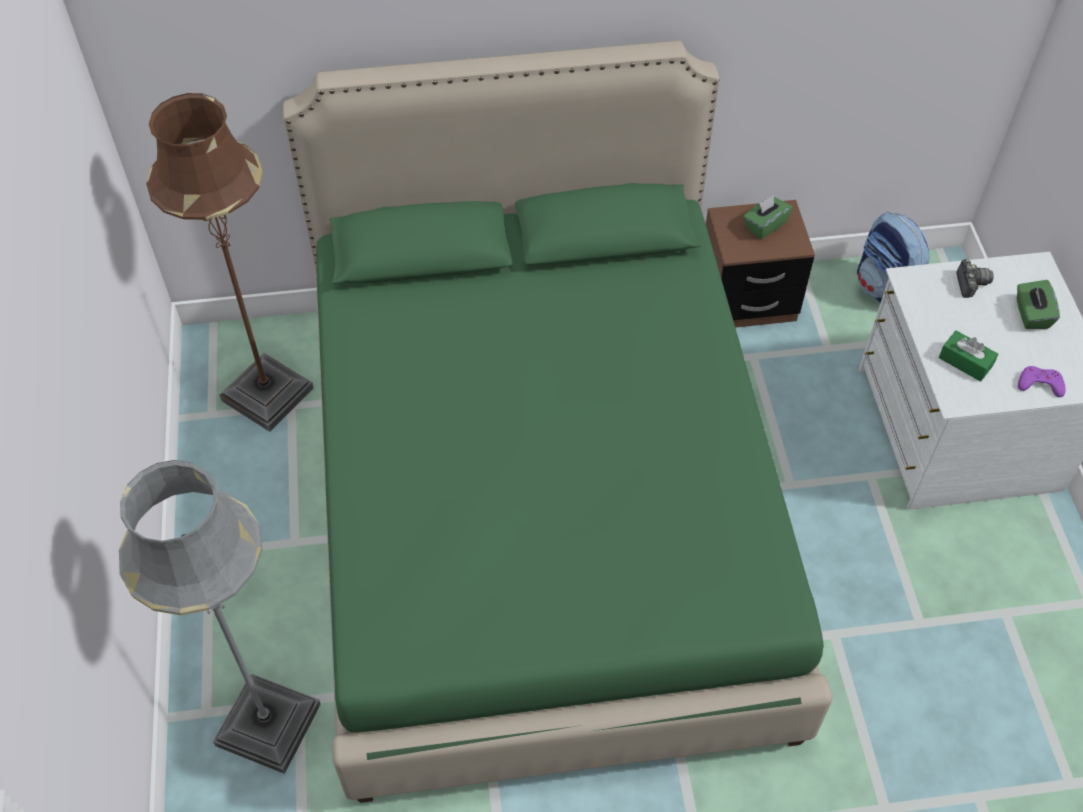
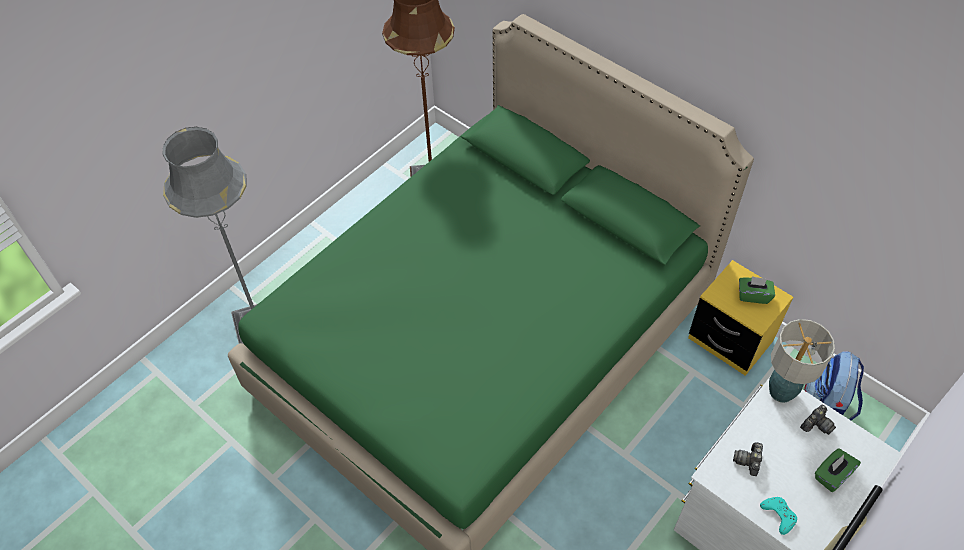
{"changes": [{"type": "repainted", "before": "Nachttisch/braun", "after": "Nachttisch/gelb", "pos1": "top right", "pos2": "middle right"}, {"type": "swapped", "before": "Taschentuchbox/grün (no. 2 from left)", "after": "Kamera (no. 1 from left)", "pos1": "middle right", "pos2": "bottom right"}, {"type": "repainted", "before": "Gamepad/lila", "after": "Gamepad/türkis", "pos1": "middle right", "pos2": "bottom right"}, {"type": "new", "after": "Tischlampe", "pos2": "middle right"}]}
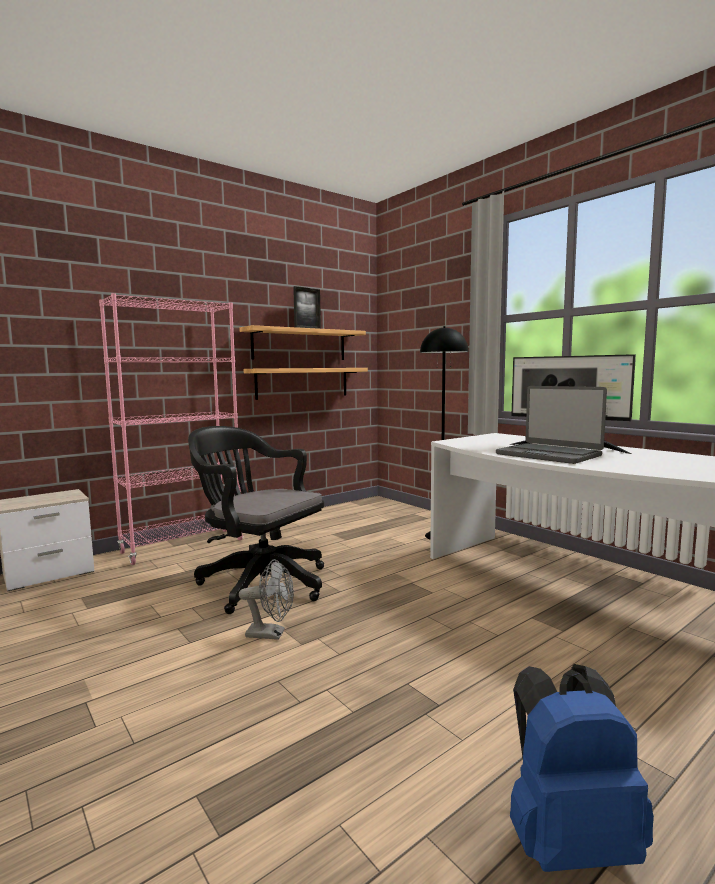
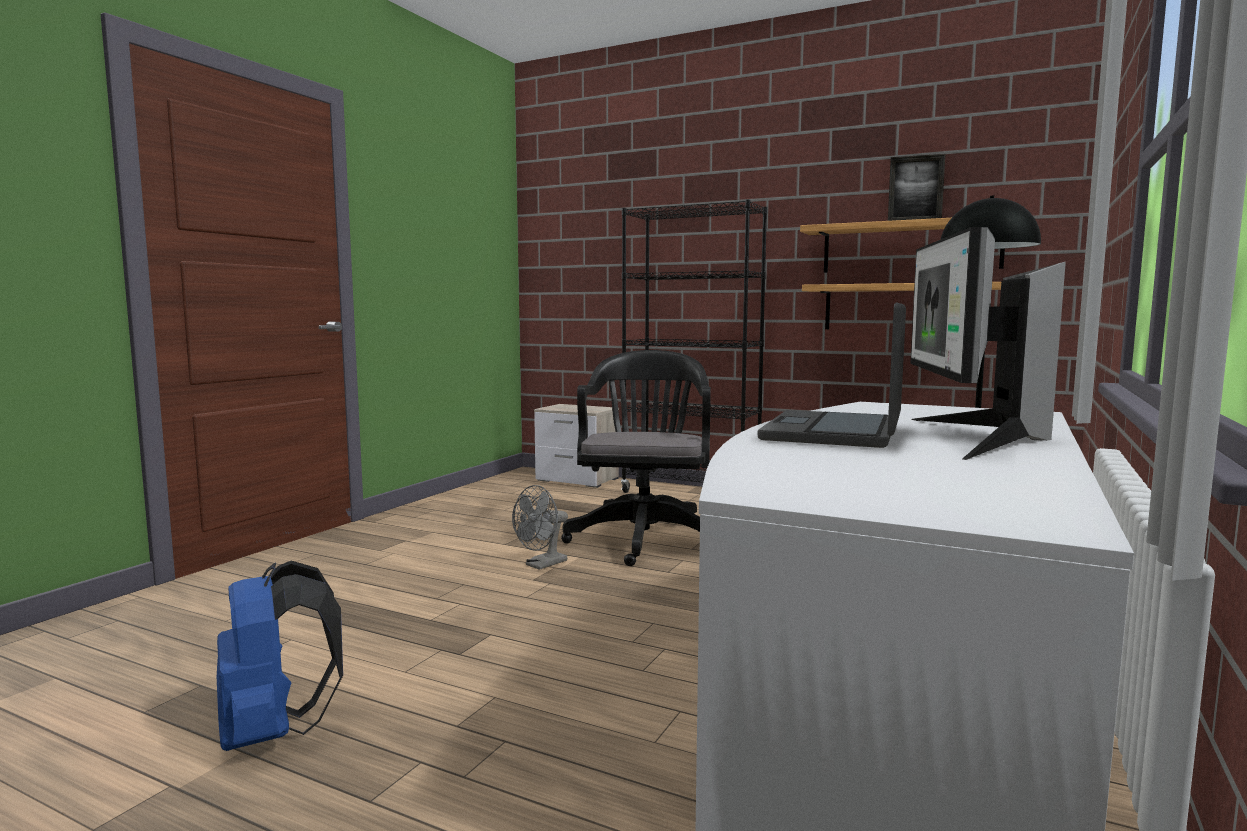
{"changes": [{"type": "repainted", "before": "Bücherregal/rosa", "after": "Bücherregal/schwarz", "pos1": "middle left", "pos2": "centre"}, {"type": "rotated", "before": "Ventilator/grau", "pos1": "bottom centre", "pos2": "centre", "turn": 60}]}
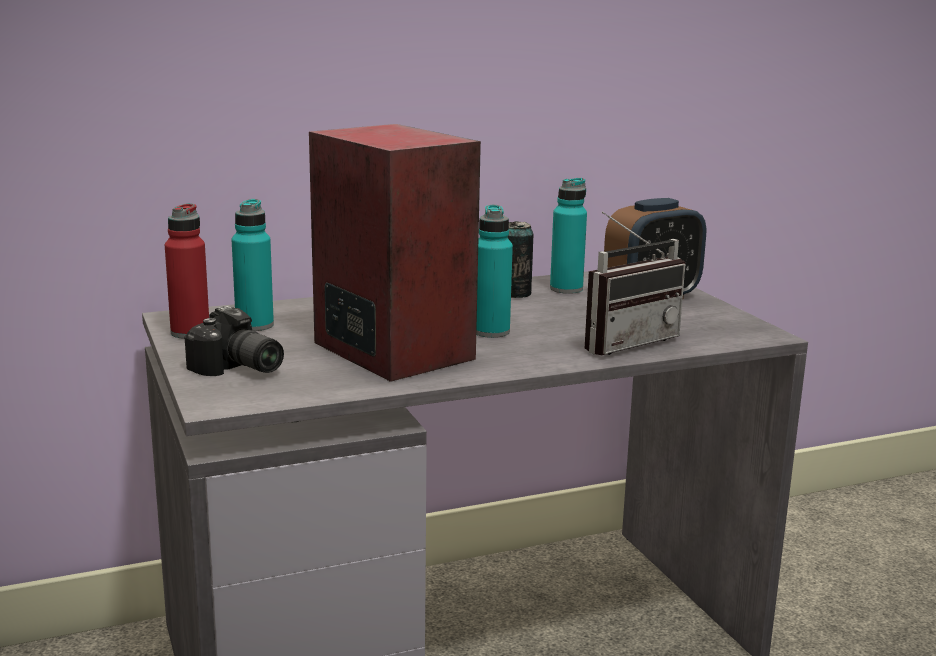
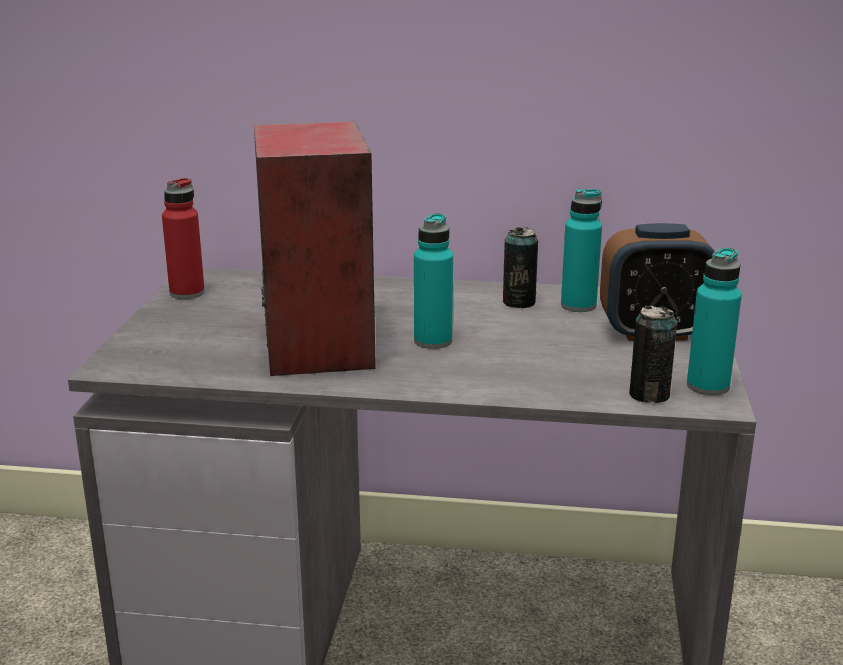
{"changes": [{"type": "shifted", "before": "Flasche/türkis (no. 1 from left in the first image)", "after": "Flasche/türkis (no. 3 from left)", "pos1": "middle left", "pos2": "middle right"}, {"type": "gone", "before": "Radio", "pos1": "middle right"}, {"type": "gone", "before": "Kamera", "pos1": "middle left"}, {"type": "new", "after": "Dose (no. 2 from left)", "pos2": "middle right"}]}
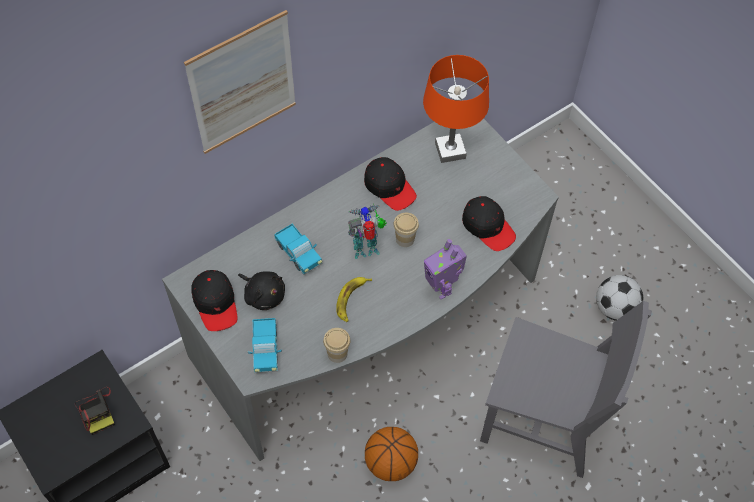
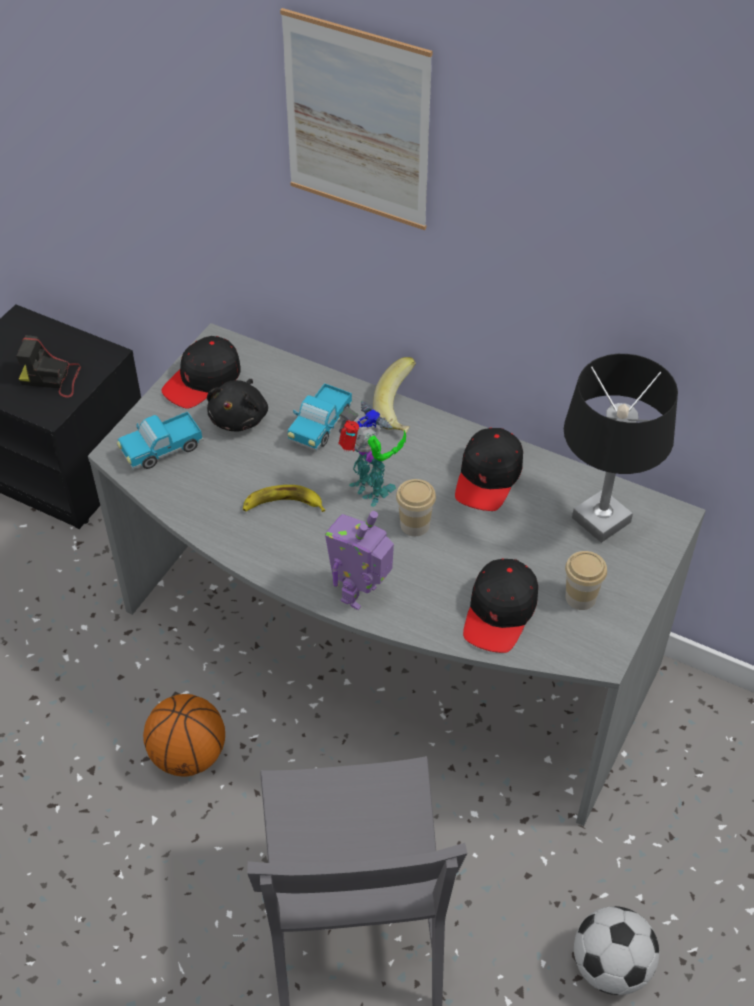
{"changes": [{"type": "repainted", "before": "Tischlampe/orange", "after": "Tischlampe/schwarz", "pos1": "top centre", "pos2": "middle right"}, {"type": "shifted", "before": "Tasse (no. 1 from left in the first image)", "after": "Tasse (no. 2 from left)", "pos1": "bottom centre", "pos2": "middle right"}, {"type": "rotated", "before": "Kamera", "pos1": "bottom left", "pos2": "middle left", "turn": 60}, {"type": "new", "after": "Banane (no. 2 from left)", "pos2": "centre"}]}
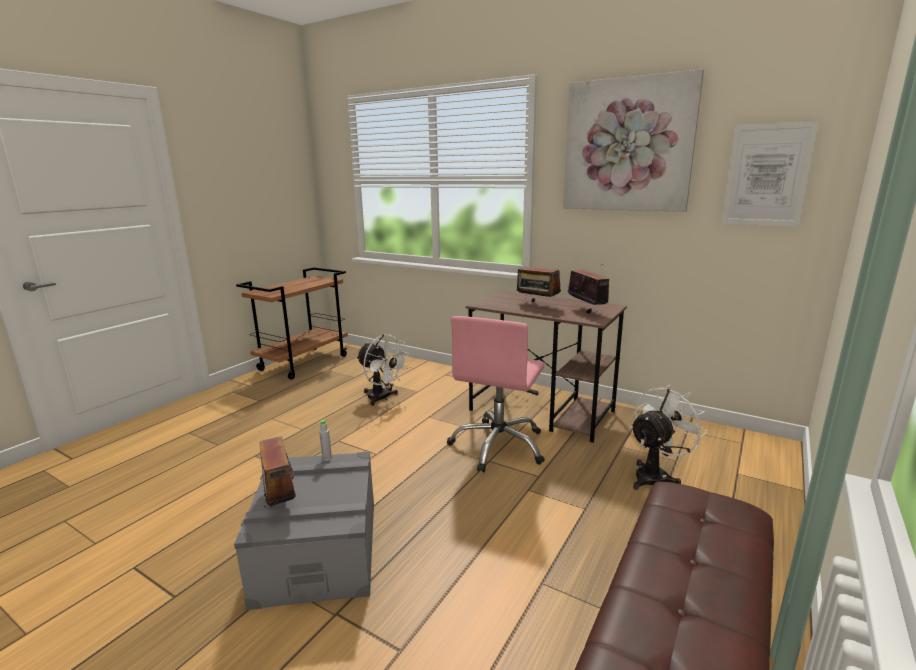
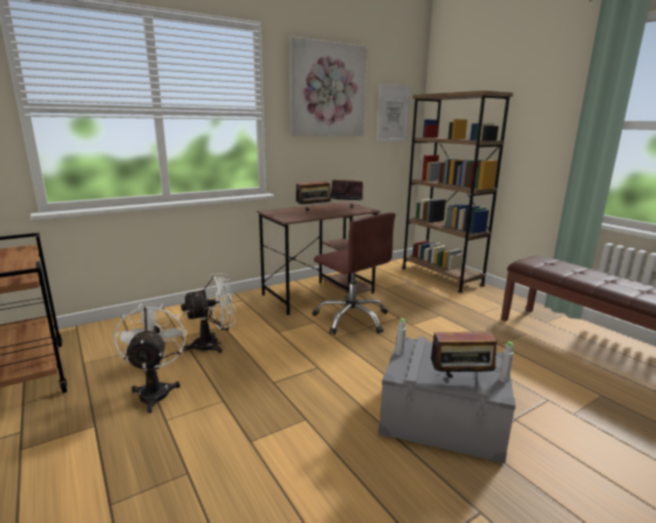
{"changes": [{"type": "repainted", "before": "Bürostuhl/rosa", "after": "Bürostuhl/braun", "pos1": "centre", "pos2": "centre"}, {"type": "shifted", "before": "Ventilator/weiß (no. 2 from left in the first image)", "after": "Ventilator/weiß (no. 1 from left)", "pos1": "middle right", "pos2": "bottom left"}, {"type": "new", "after": "Bücherregal/braun", "pos2": "middle right"}, {"type": "new", "after": "Flasche/grau (no. 2 from left)", "pos2": "bottom right"}]}
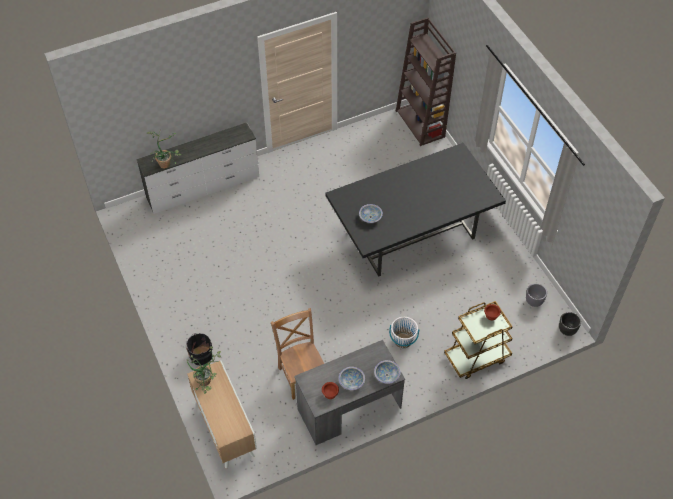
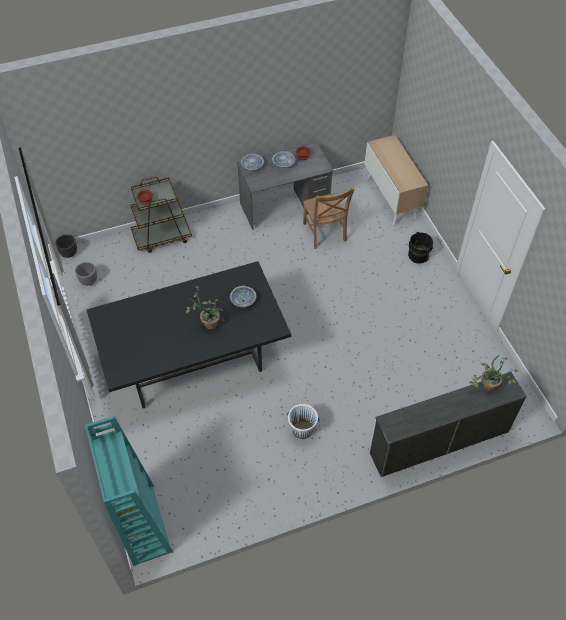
{"changes": [{"type": "repainted", "before": "Bücherregal/braun", "after": "Bücherregal/türkis", "pos1": "top centre", "pos2": "bottom left"}, {"type": "shifted", "before": "Eimer/weiß", "pos1": "centre", "pos2": "bottom centre"}, {"type": "shifted", "before": "Topfpflanze (no. 2 from left in the first image)", "after": "Topfpflanze (no. 1 from left)", "pos1": "bottom left", "pos2": "centre"}]}
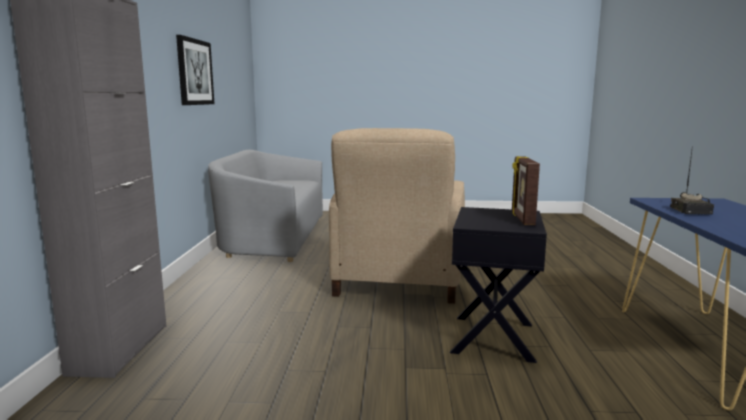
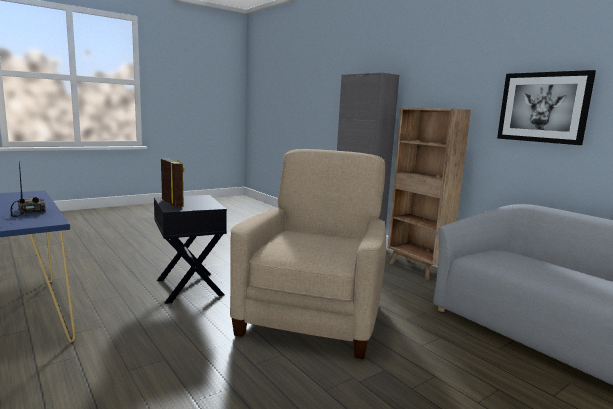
{"changes": [{"type": "rotated", "before": "Sessel/beige", "pos1": "centre", "pos2": "centre", "turn": 45}, {"type": "new", "after": "Bücherregal/braun", "pos2": "middle right"}]}
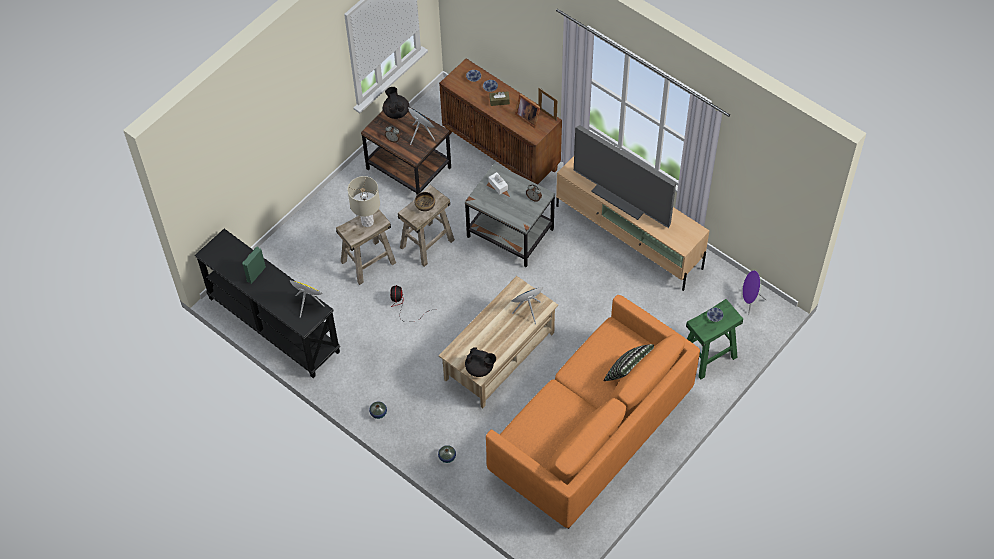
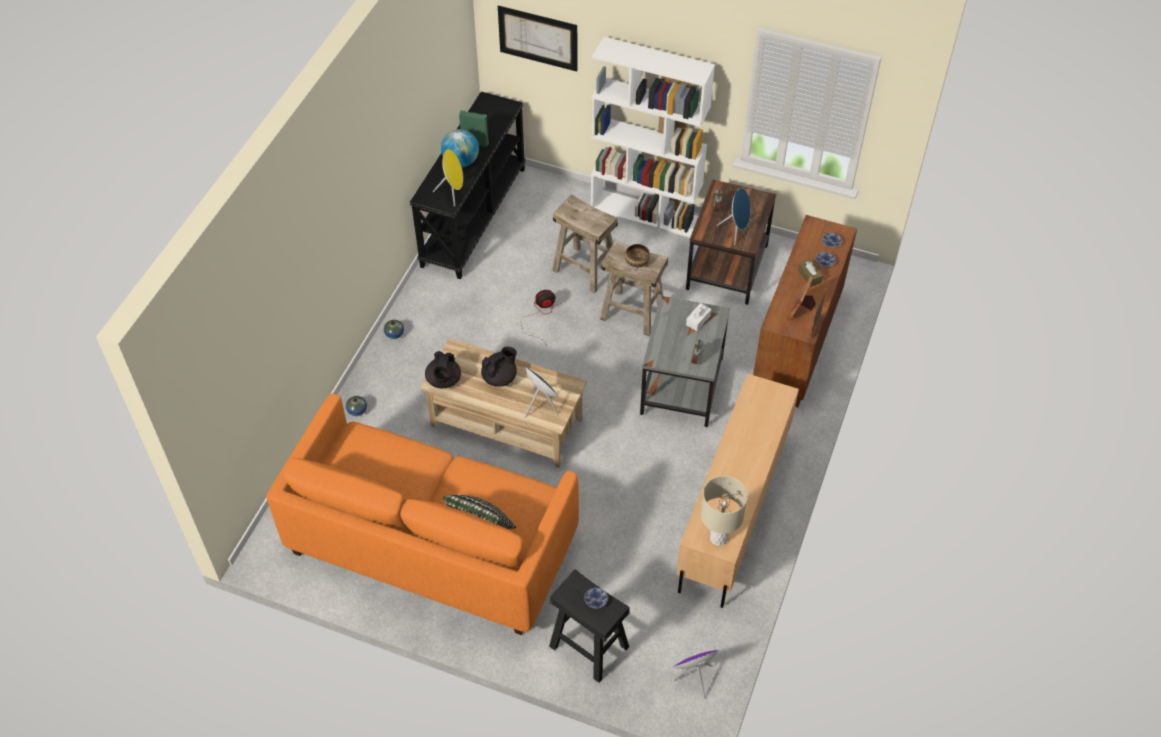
{"changes": [{"type": "shifted", "before": "Teekanne/schwarz (no. 1 from left in the first image)", "after": "Teekanne/schwarz (no. 2 from left)", "pos1": "top centre", "pos2": "centre"}, {"type": "gone", "before": "Fernseher", "pos1": "top centre"}, {"type": "shifted", "before": "Tischlampe/beige", "pos1": "centre", "pos2": "bottom centre"}, {"type": "repainted", "before": "Hocker/grün", "after": "Hocker/schwarz", "pos1": "middle right", "pos2": "bottom centre"}, {"type": "new", "after": "Bild", "pos2": "top centre"}, {"type": "new", "after": "Bücherregal/weiß", "pos2": "top centre"}, {"type": "new", "after": "Globus", "pos2": "top centre"}]}
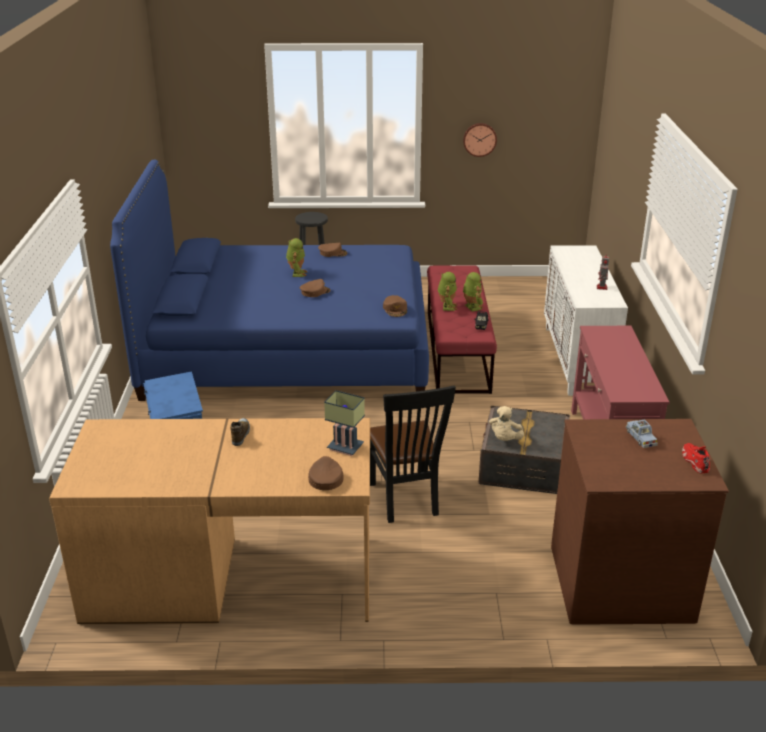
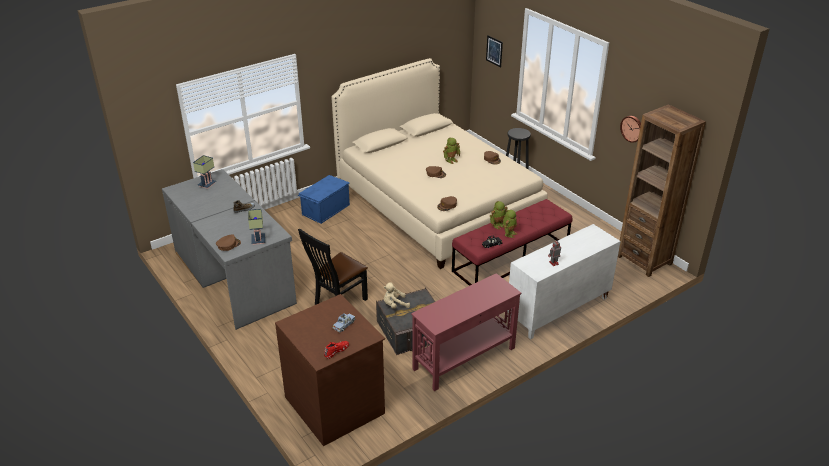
{"changes": [{"type": "repainted", "before": "Bett/blau", "after": "Bett/beige", "pos1": "centre", "pos2": "centre"}, {"type": "repainted", "before": "Schreibtisch/braun", "after": "Schreibtisch/grau", "pos1": "bottom left", "pos2": "middle left"}, {"type": "new", "after": "Bild", "pos2": "top centre"}, {"type": "new", "after": "Bücherregal/braun", "pos2": "middle right"}, {"type": "new", "after": "Tischlampe (no. 1 from left)", "pos2": "middle left"}]}
